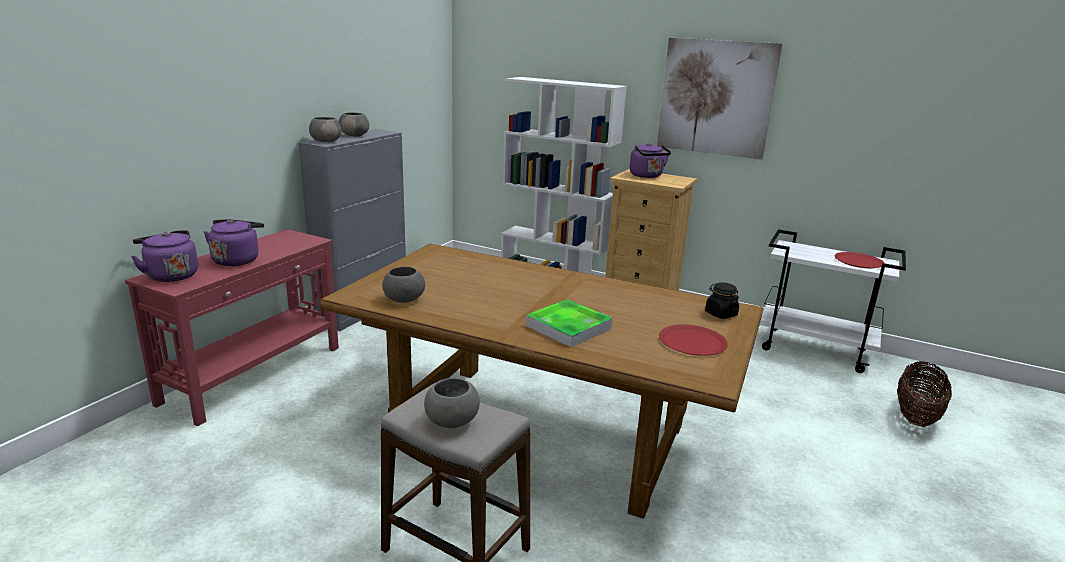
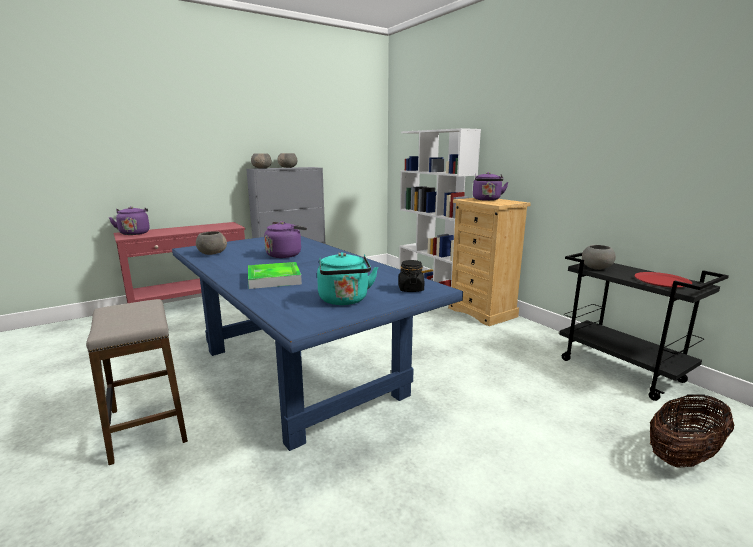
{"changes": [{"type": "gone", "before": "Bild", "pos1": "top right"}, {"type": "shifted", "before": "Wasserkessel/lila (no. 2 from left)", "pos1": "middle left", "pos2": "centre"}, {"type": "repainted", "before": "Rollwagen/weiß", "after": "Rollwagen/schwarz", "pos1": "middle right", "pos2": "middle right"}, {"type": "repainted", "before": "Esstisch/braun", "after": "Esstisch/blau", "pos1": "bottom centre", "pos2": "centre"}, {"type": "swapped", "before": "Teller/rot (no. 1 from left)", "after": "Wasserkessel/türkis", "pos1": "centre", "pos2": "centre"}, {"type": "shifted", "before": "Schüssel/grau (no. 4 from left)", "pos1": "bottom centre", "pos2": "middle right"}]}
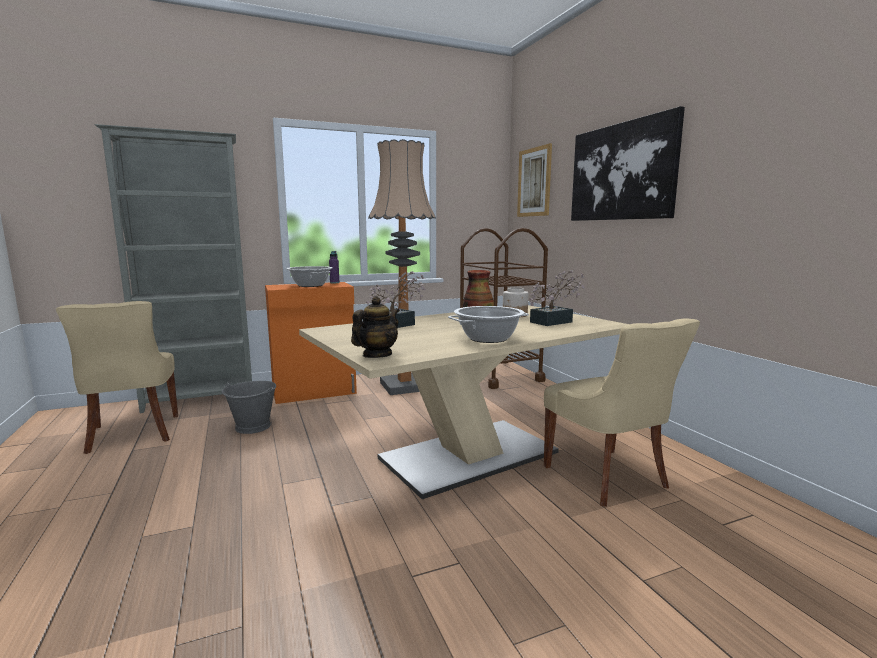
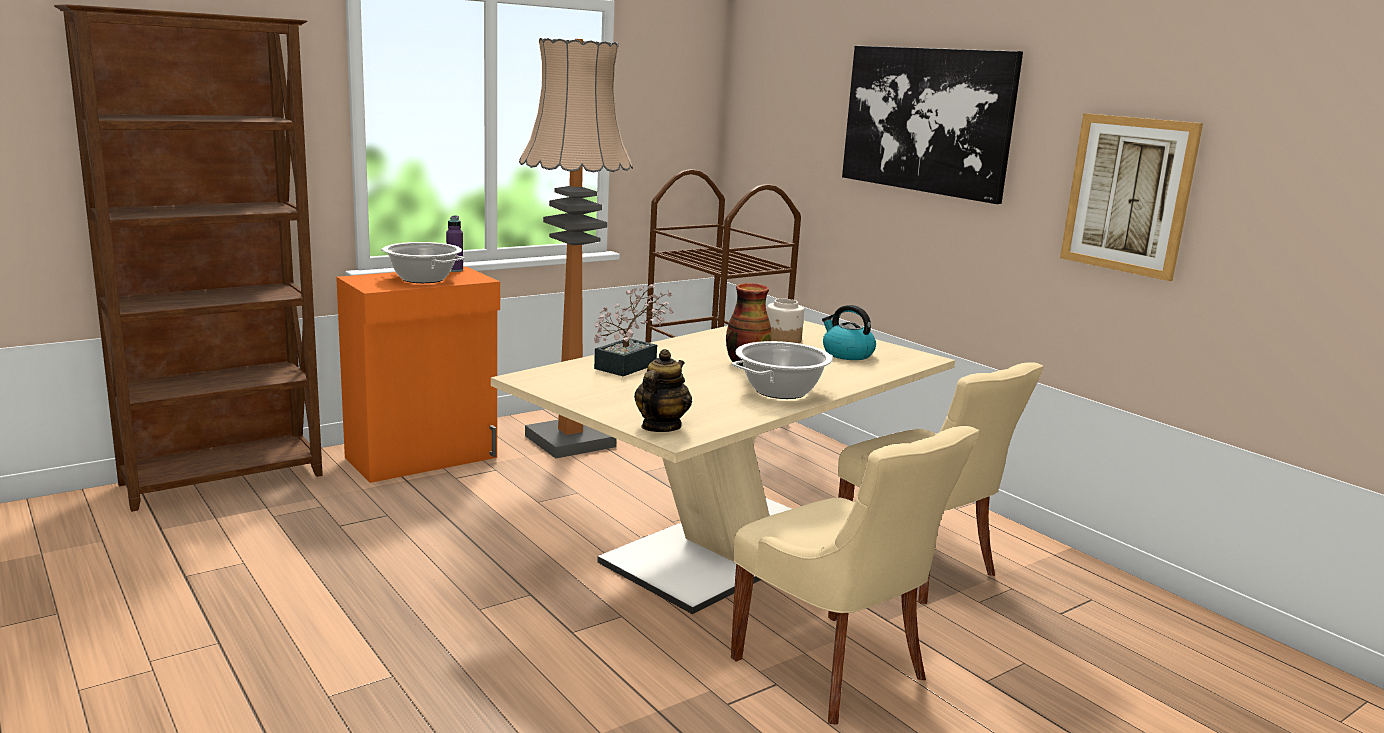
{"changes": [{"type": "repainted", "before": "Bücherregal/grau", "after": "Bücherregal/braun", "pos1": "middle left", "pos2": "middle left"}, {"type": "shifted", "before": "Bild (no. 1 from left in the first image)", "after": "Bild (no. 2 from left)", "pos1": "top centre", "pos2": "top right"}, {"type": "swapped", "before": "Topfpflanze (no. 2 from left)", "after": "Wasserkessel", "pos1": "centre", "pos2": "centre"}, {"type": "shifted", "before": "Stuhl/beige (no. 1 from left)", "pos1": "middle left", "pos2": "bottom centre"}, {"type": "gone", "before": "Eimer/grau", "pos1": "middle left"}]}
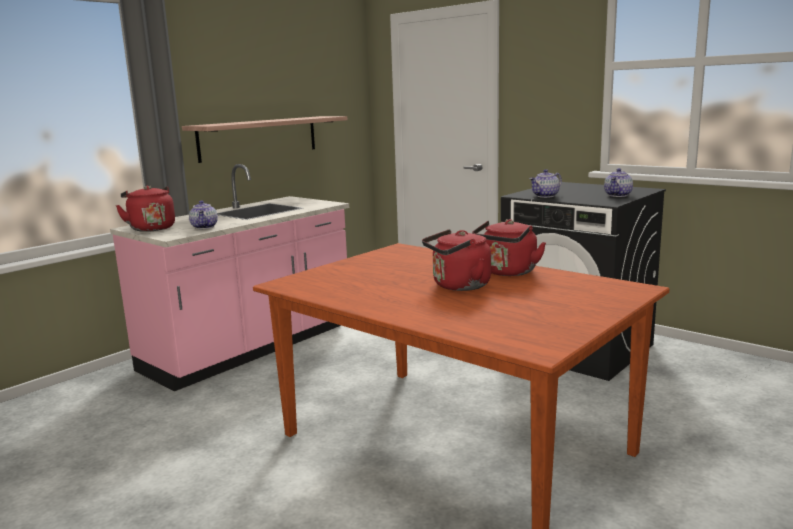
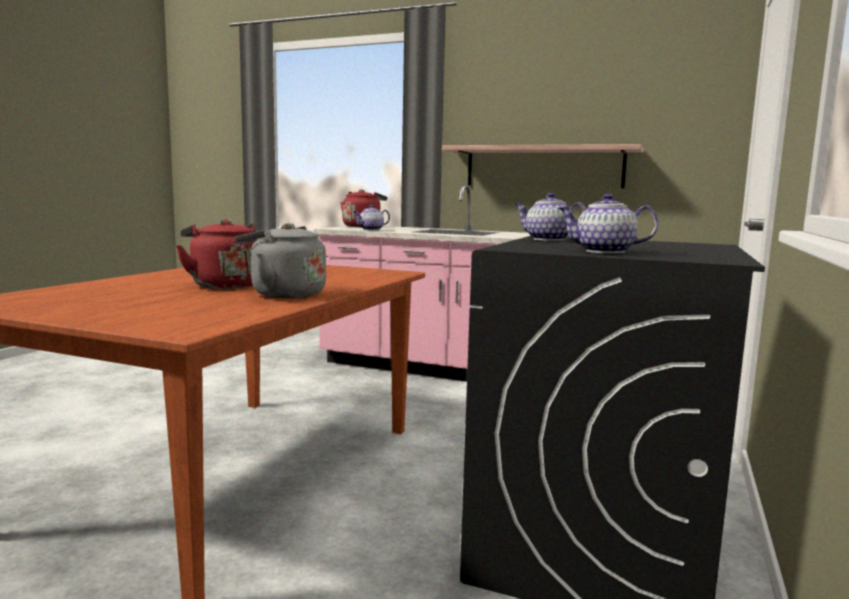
{"changes": [{"type": "repainted", "before": "Wasserkessel/rot (no. 3 from left)", "after": "Wasserkessel/grau", "pos1": "centre", "pos2": "middle left"}]}
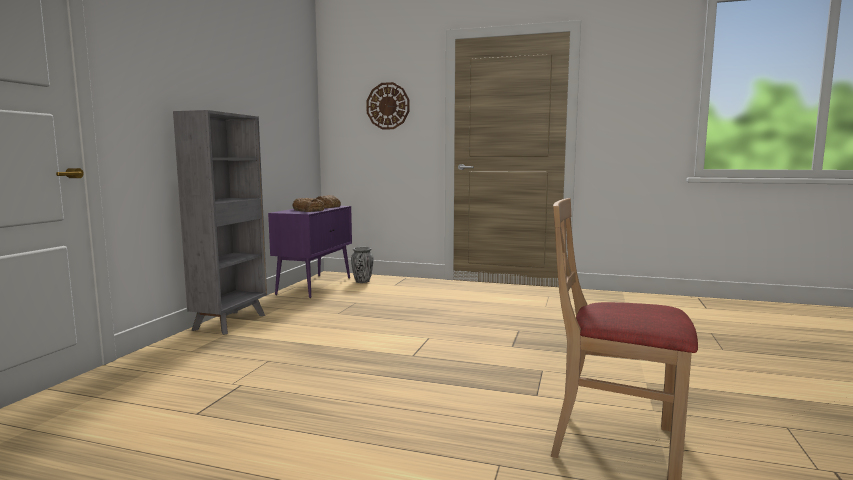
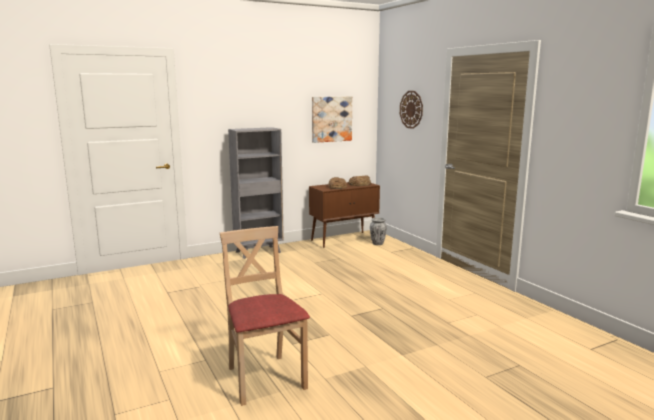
{"changes": [{"type": "repainted", "before": "Schrank/lila", "after": "Schrank/braun", "pos1": "centre", "pos2": "centre"}, {"type": "new", "after": "Bild", "pos2": "top centre"}]}
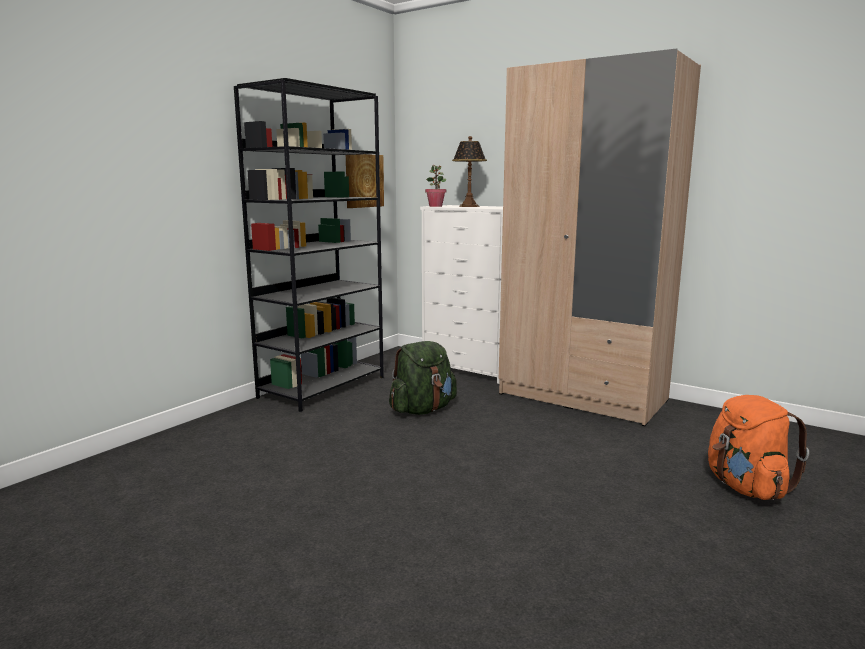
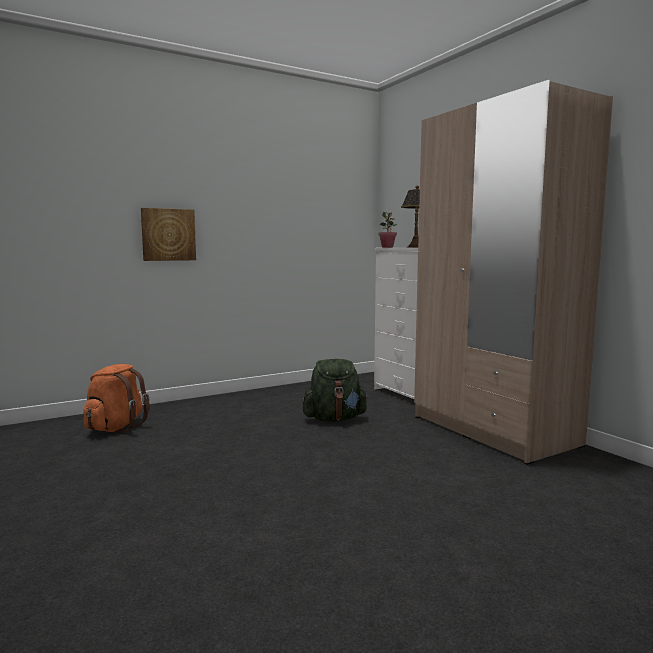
{"changes": [{"type": "gone", "before": "Bücherregal/schwarz", "pos1": "centre"}, {"type": "shifted", "before": "Bild", "pos1": "top centre", "pos2": "middle left"}, {"type": "shifted", "before": "Rucksack/orange", "pos1": "bottom right", "pos2": "middle left"}]}
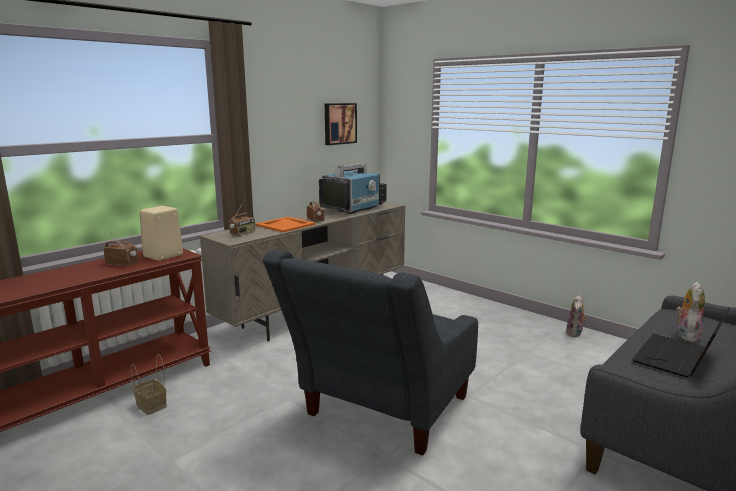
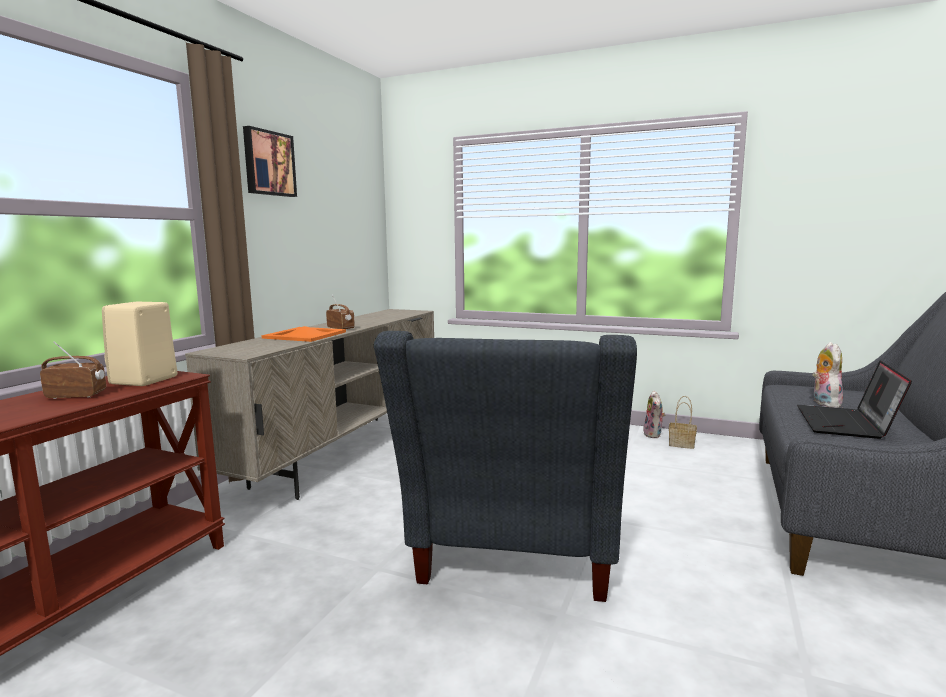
{"changes": [{"type": "shifted", "before": "Bild", "pos1": "top centre", "pos2": "top left"}, {"type": "gone", "before": "Fernseher", "pos1": "centre"}, {"type": "gone", "before": "Radio (no. 2 from left)", "pos1": "middle left"}, {"type": "shifted", "before": "Korb", "pos1": "bottom left", "pos2": "middle right"}]}
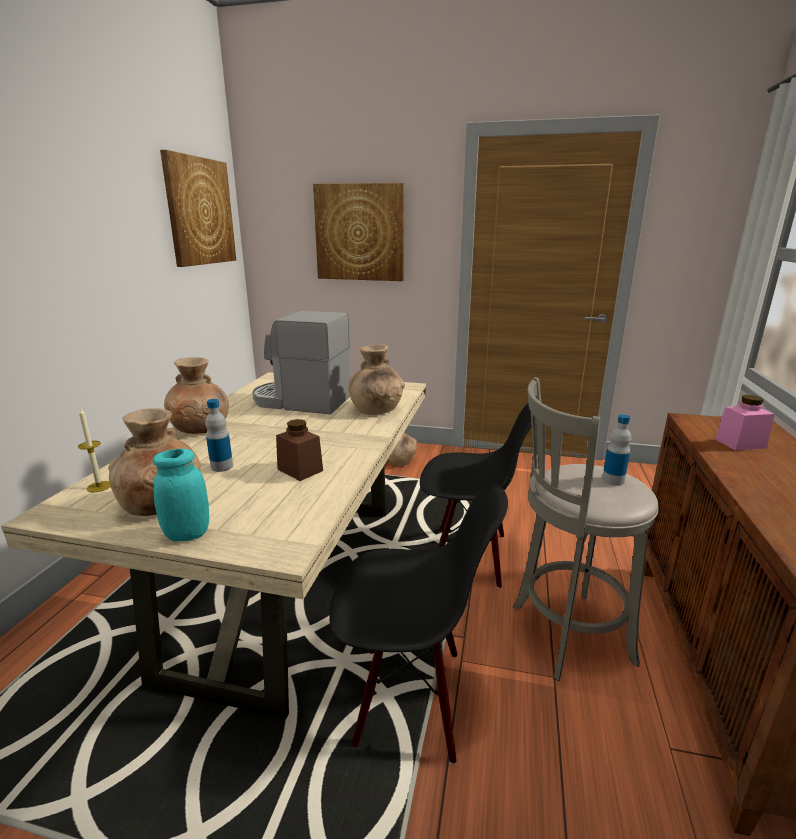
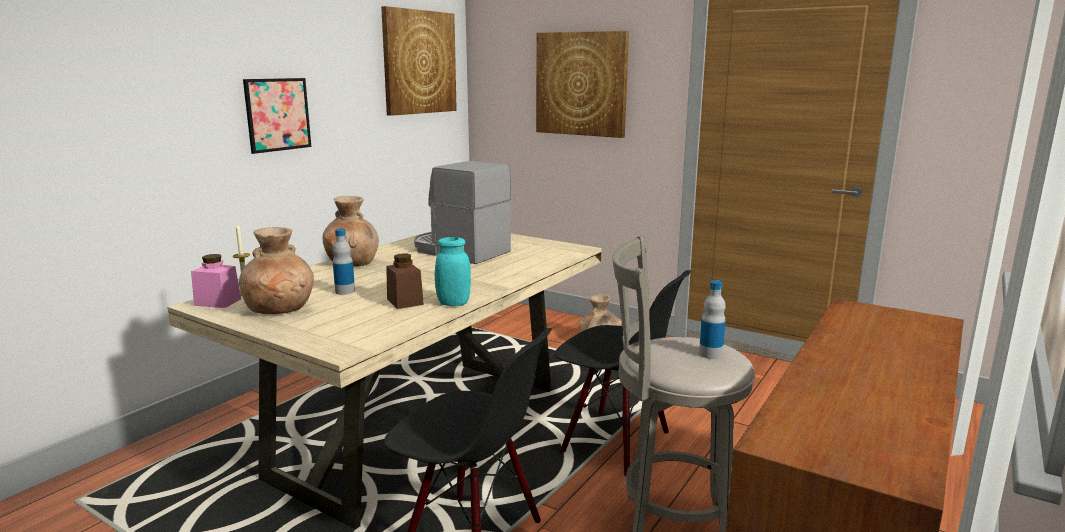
{"changes": [{"type": "gone", "before": "Vase/braun (no. 3 from left)", "pos1": "centre"}, {"type": "shifted", "before": "Vorratsglas/rosa", "pos1": "middle right", "pos2": "middle left"}, {"type": "shifted", "before": "Vorratsglas/türkis", "pos1": "middle left", "pos2": "centre"}, {"type": "new", "after": "Bild (no. 1 from left)", "pos2": "top left"}]}
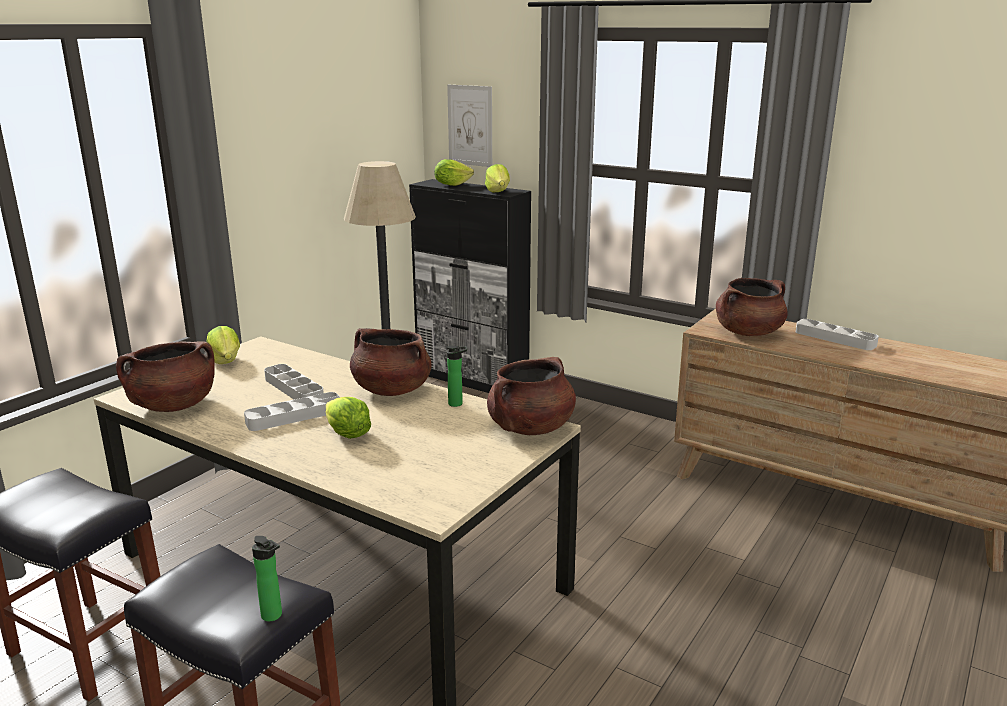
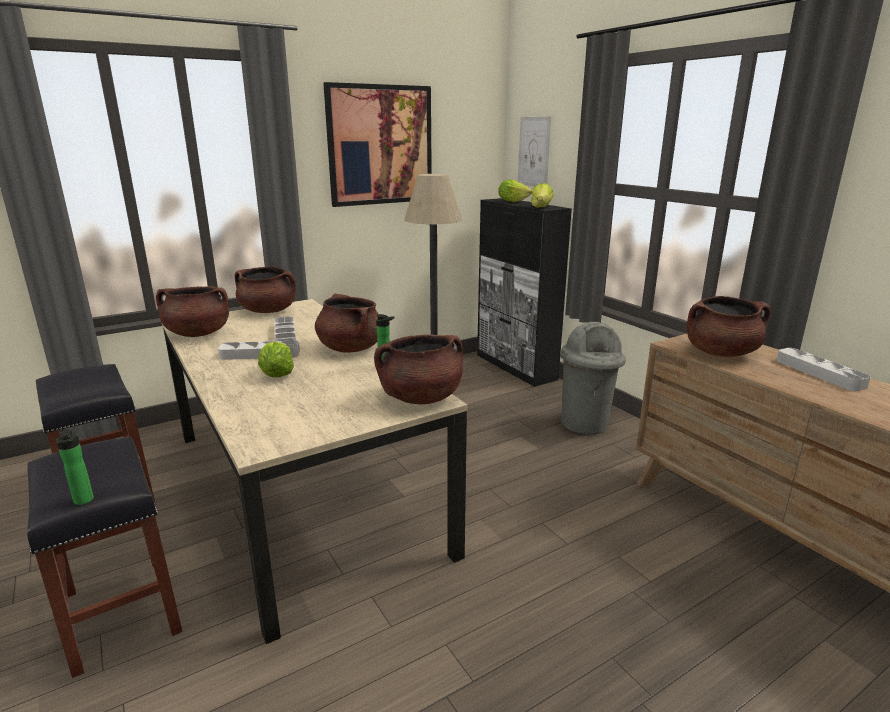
{"changes": [{"type": "swapped", "before": "Salatkopf (no. 1 from left)", "after": "Kochtopf/braun (no. 2 from left)", "pos1": "middle left", "pos2": "middle left"}, {"type": "new", "after": "Bild (no. 1 from left)", "pos2": "top centre"}, {"type": "new", "after": "Mülleimer/grau", "pos2": "centre"}]}
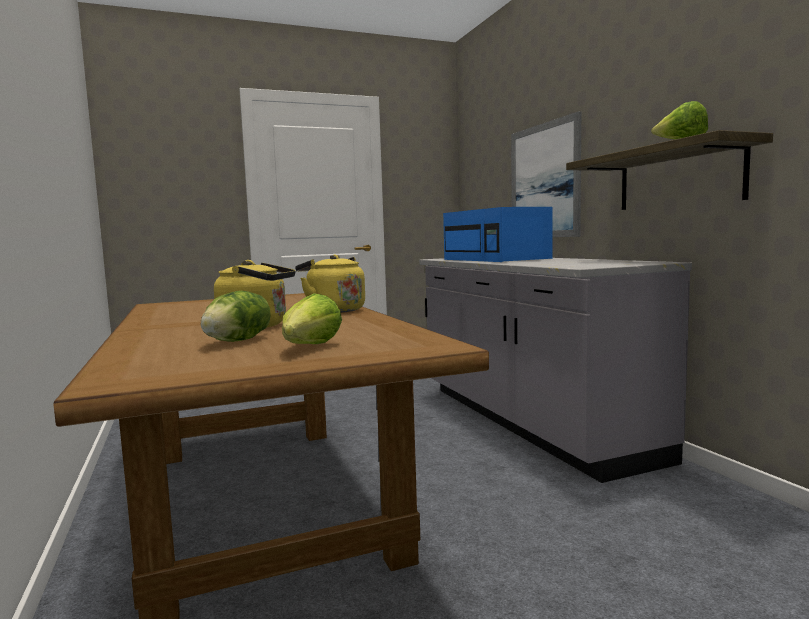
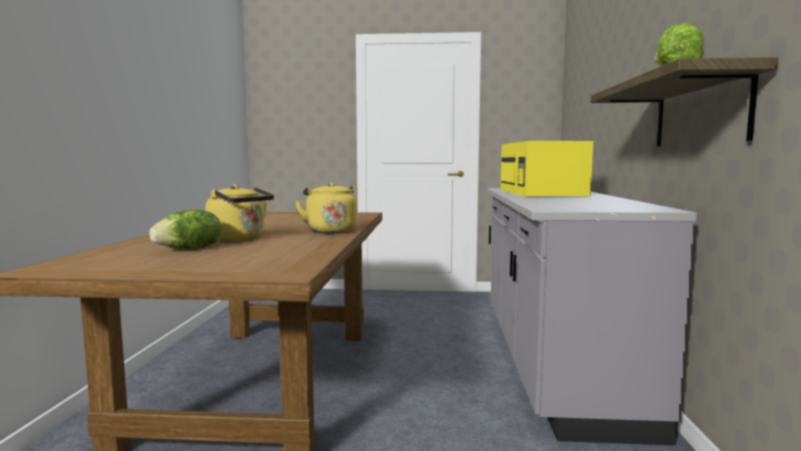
{"changes": [{"type": "gone", "before": "Bild", "pos1": "top right"}, {"type": "repainted", "before": "Mikrowelle/blau", "after": "Mikrowelle/gelb", "pos1": "centre", "pos2": "middle right"}, {"type": "gone", "before": "Salatkopf (no. 2 from left)", "pos1": "centre"}]}
